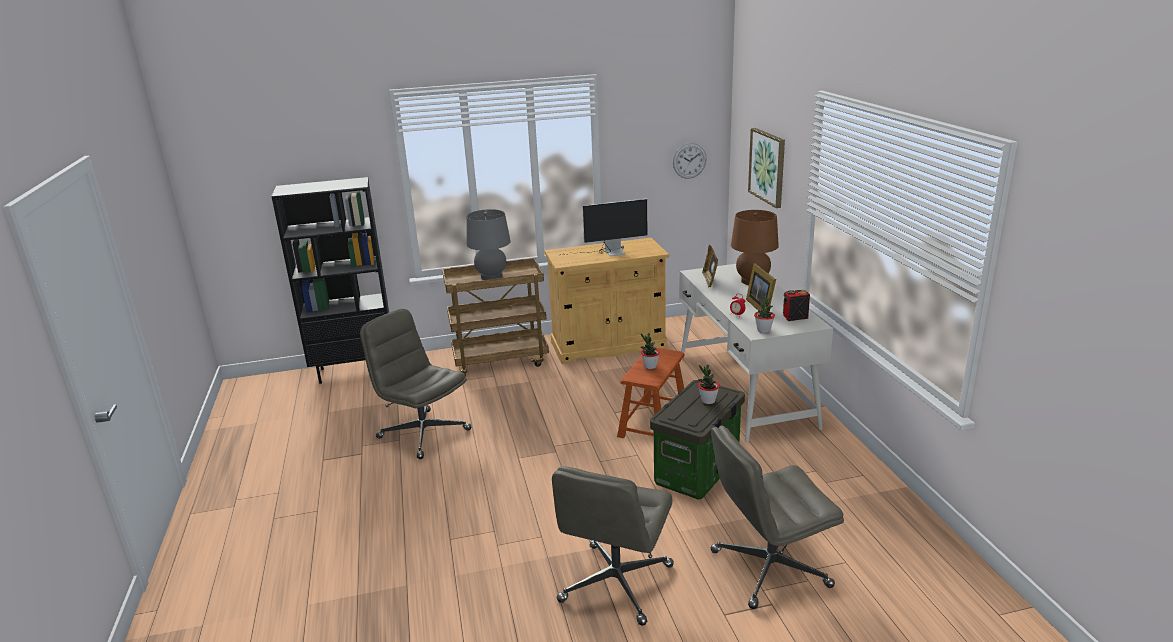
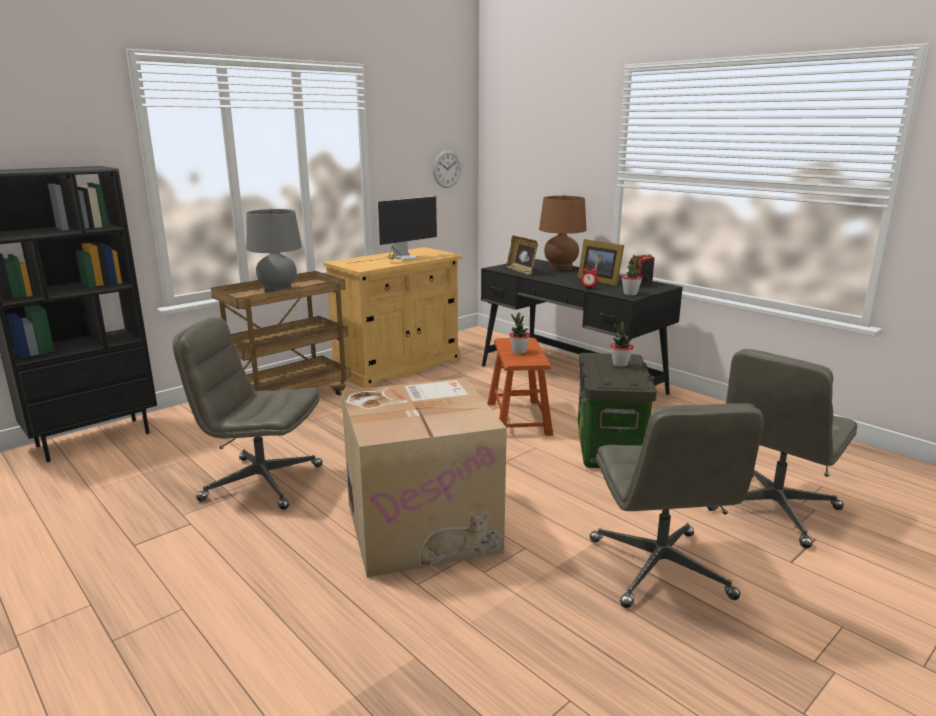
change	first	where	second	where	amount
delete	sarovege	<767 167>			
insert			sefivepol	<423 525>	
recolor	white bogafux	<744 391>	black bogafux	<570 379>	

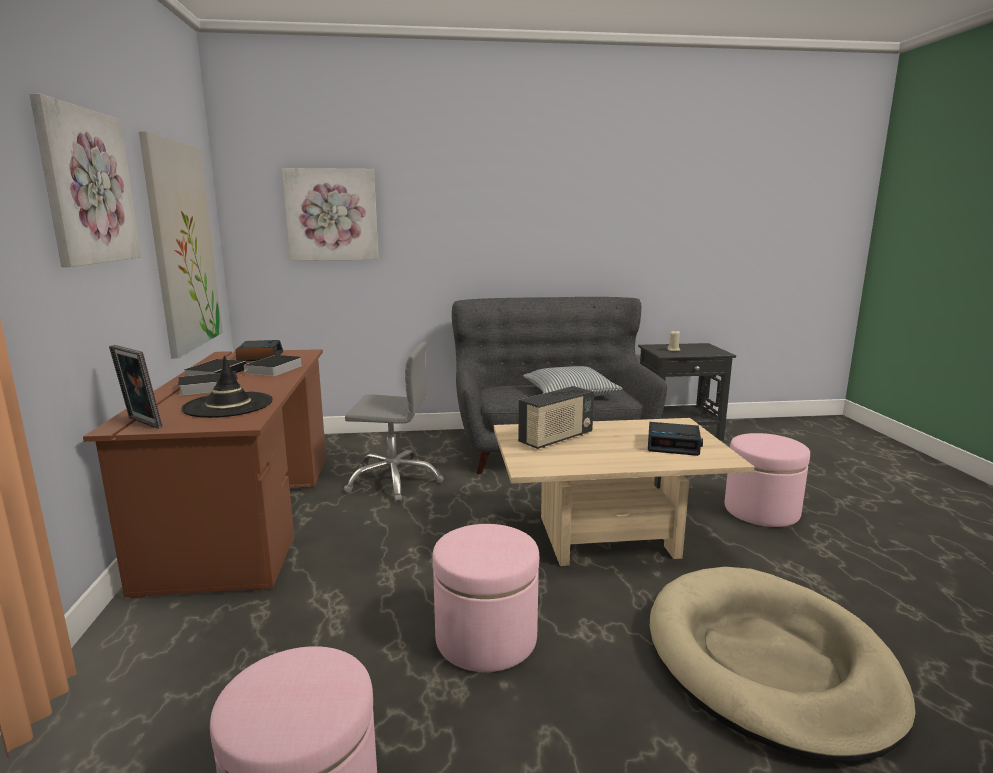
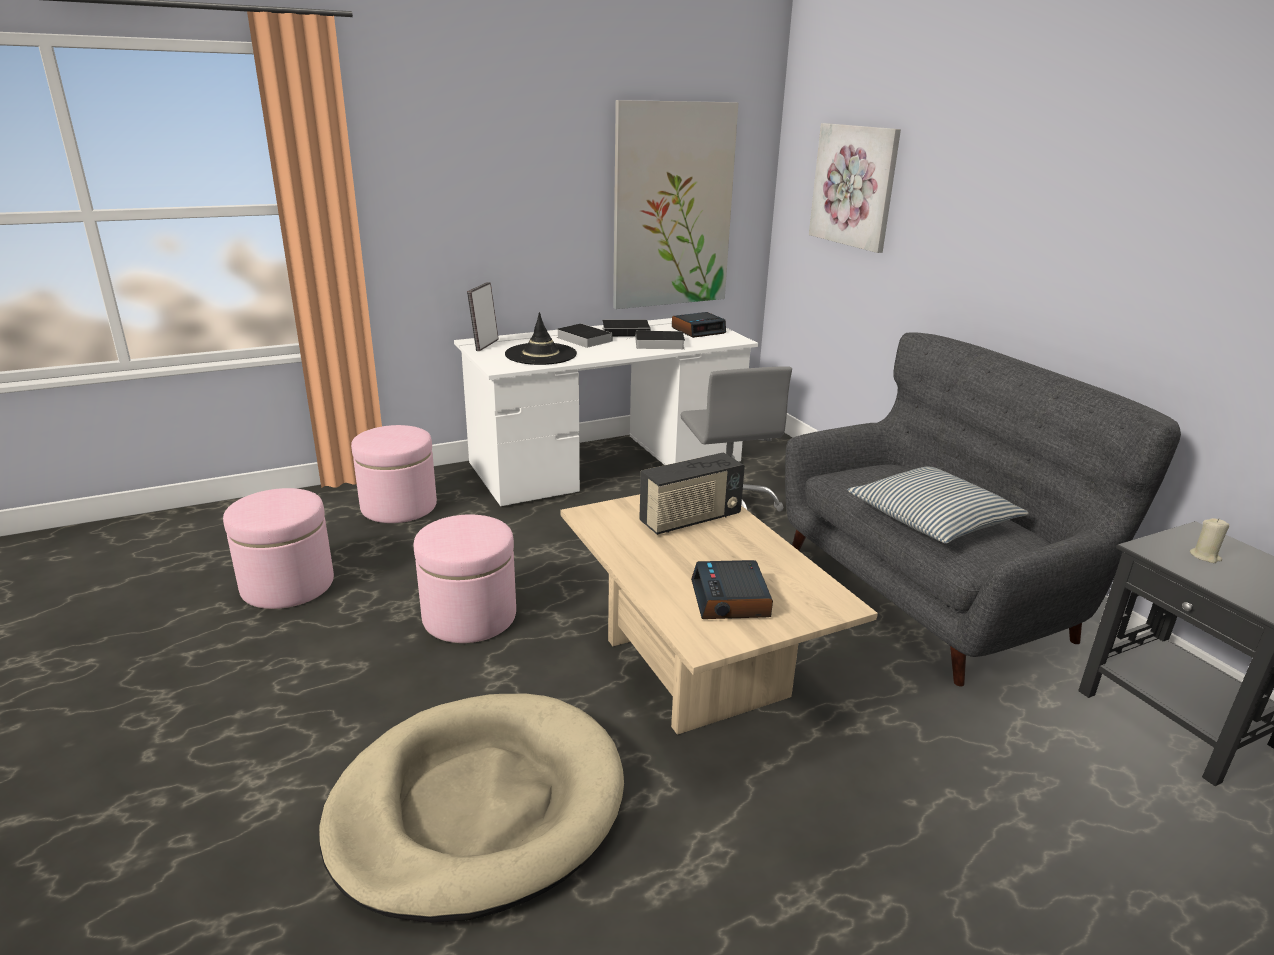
change	first	where	second	where	amount
delete	sarovege	<87 187>			
move	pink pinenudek	<761 511>		<399 506>	
recolor	brown bogafux	<247 514>	white bogafux	<606 463>	
rotate	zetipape	<556 439>		<690 520>	60 degrees counterclockwise

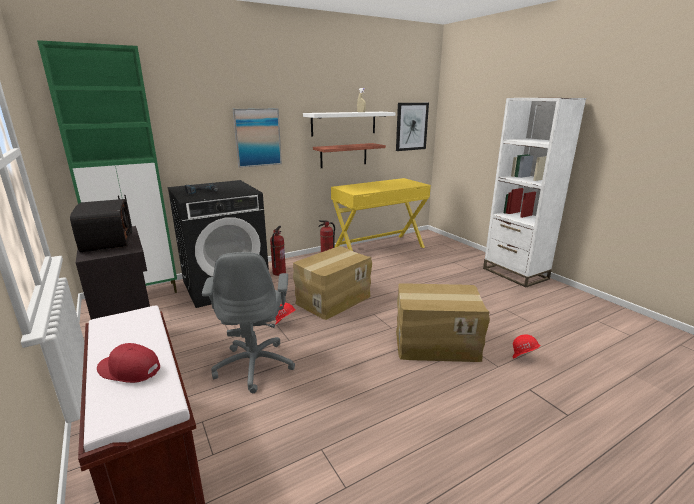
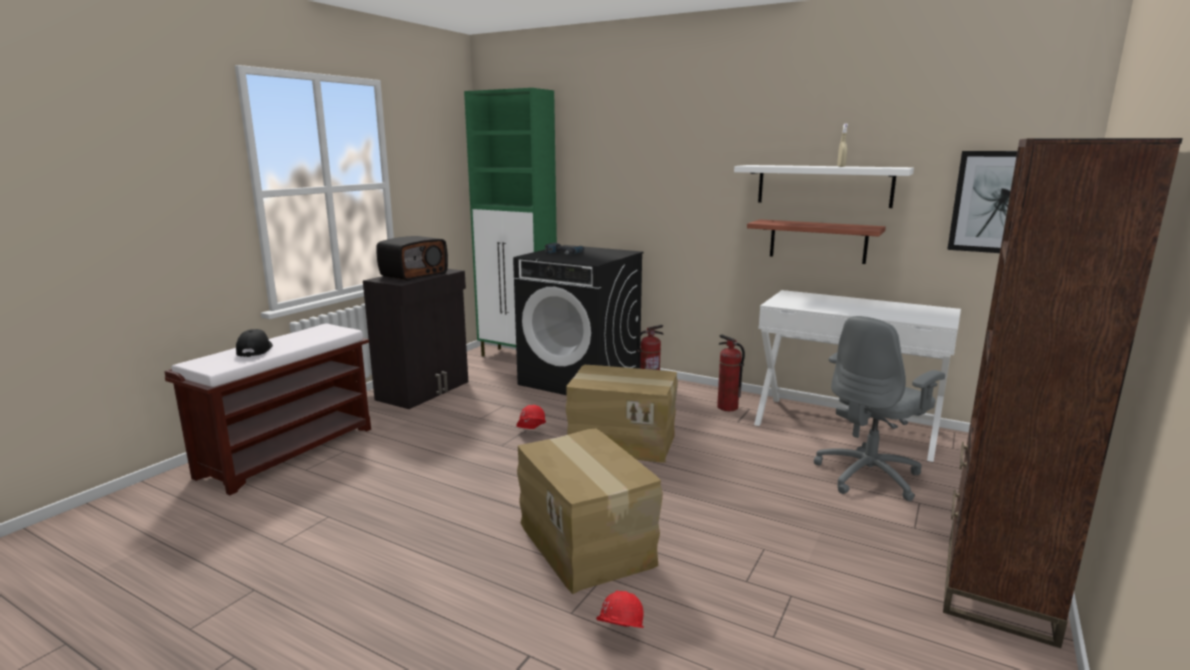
change	first	where	second	where	amount
delete	sarovege	<257 137>			
move	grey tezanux	<255 365>		<869 476>	
recolor	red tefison	<129 370>	black tefison	<255 350>	
recolor	yellow bogafux	<379 248>	white bogafux	<846 426>	
recolor	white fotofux	<515 274>	brown fotofux	<997 588>	

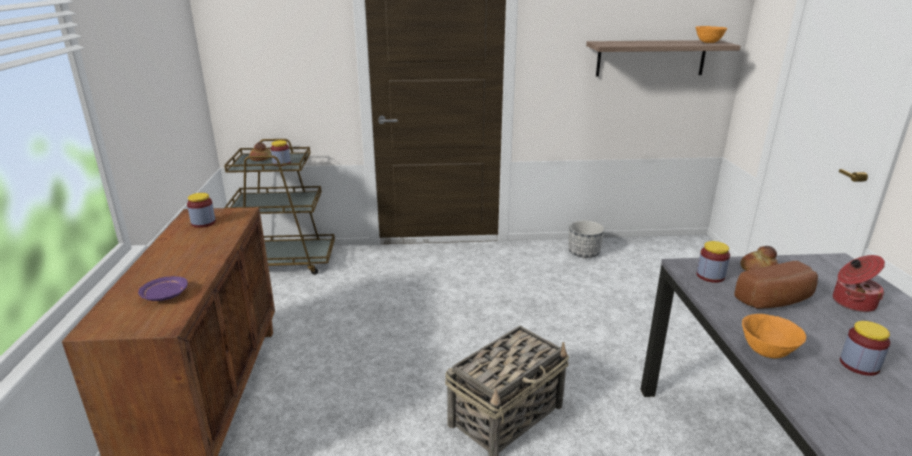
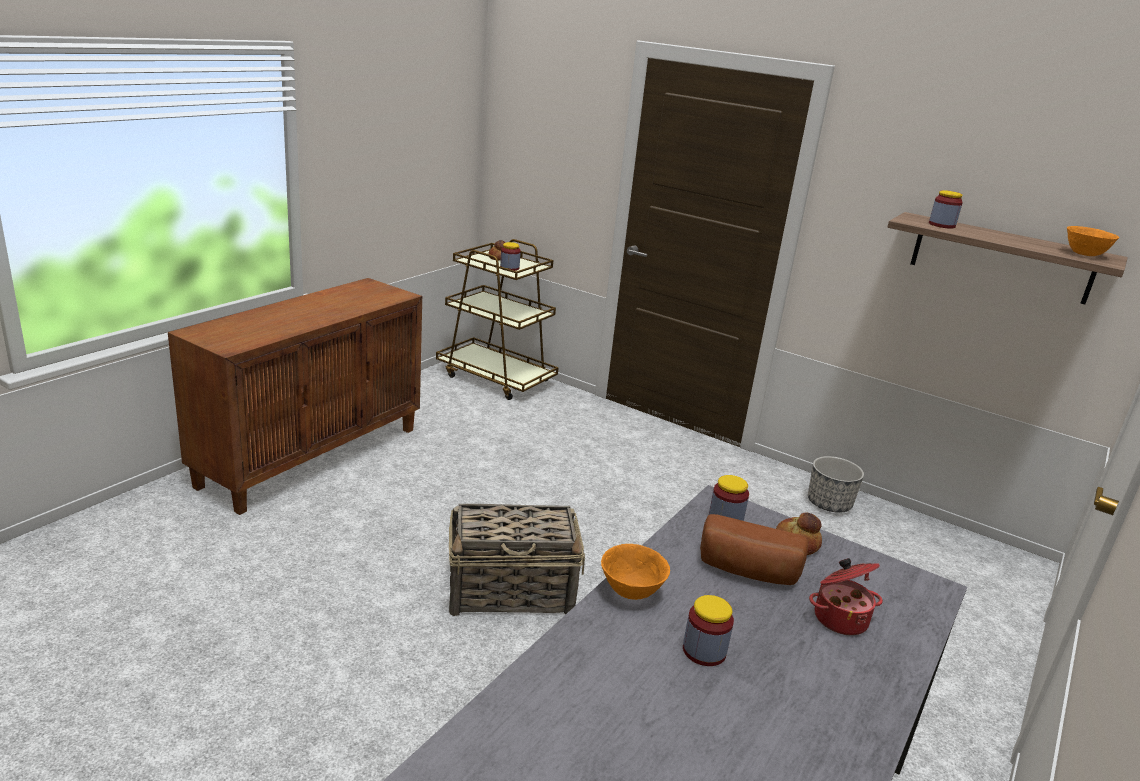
change	first	where	second	where	amount
delete	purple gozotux	<164 295>			
move	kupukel	<203 223>		<941 225>	

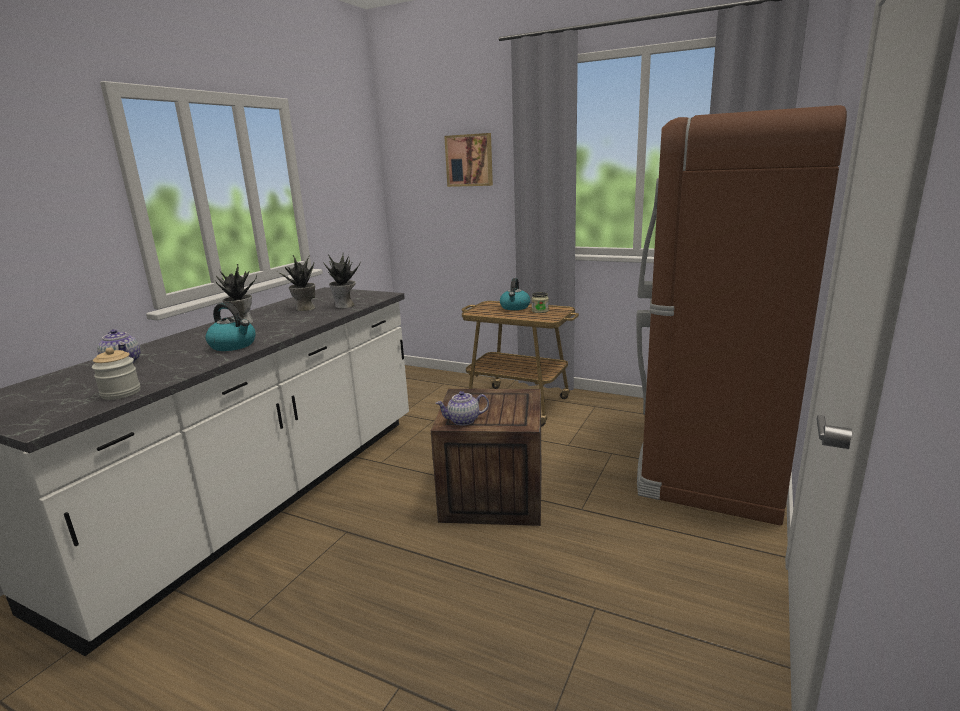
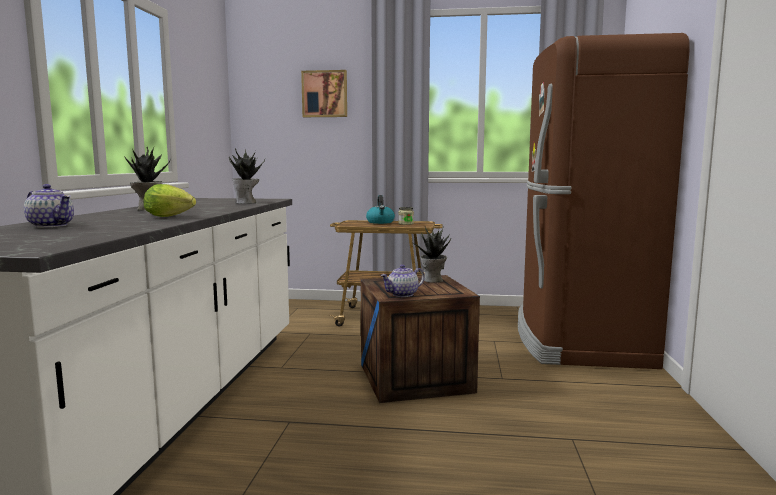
change	first	where	second	where	amount
delete	kupukel	<121 393>			
move	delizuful	<305 308>		<433 280>	
replace	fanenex	<234 345>	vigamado	<172 217>	

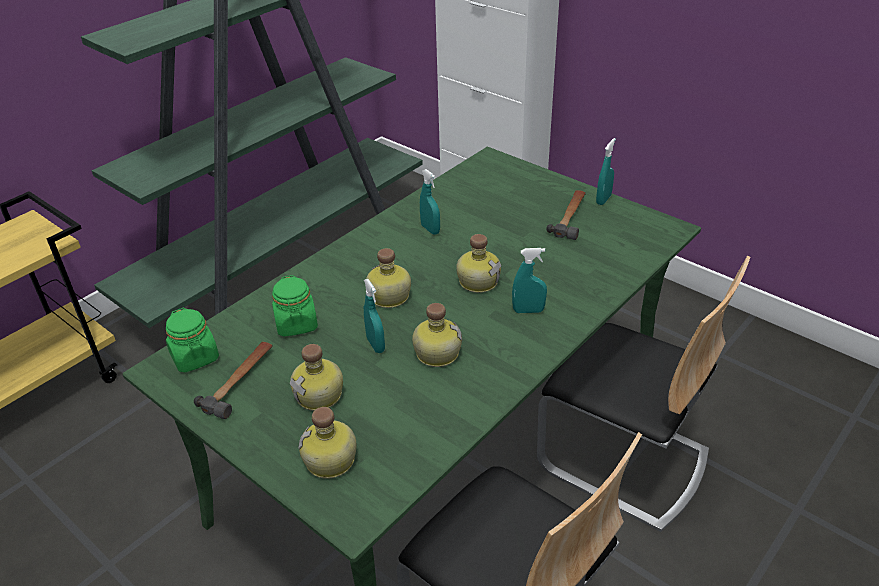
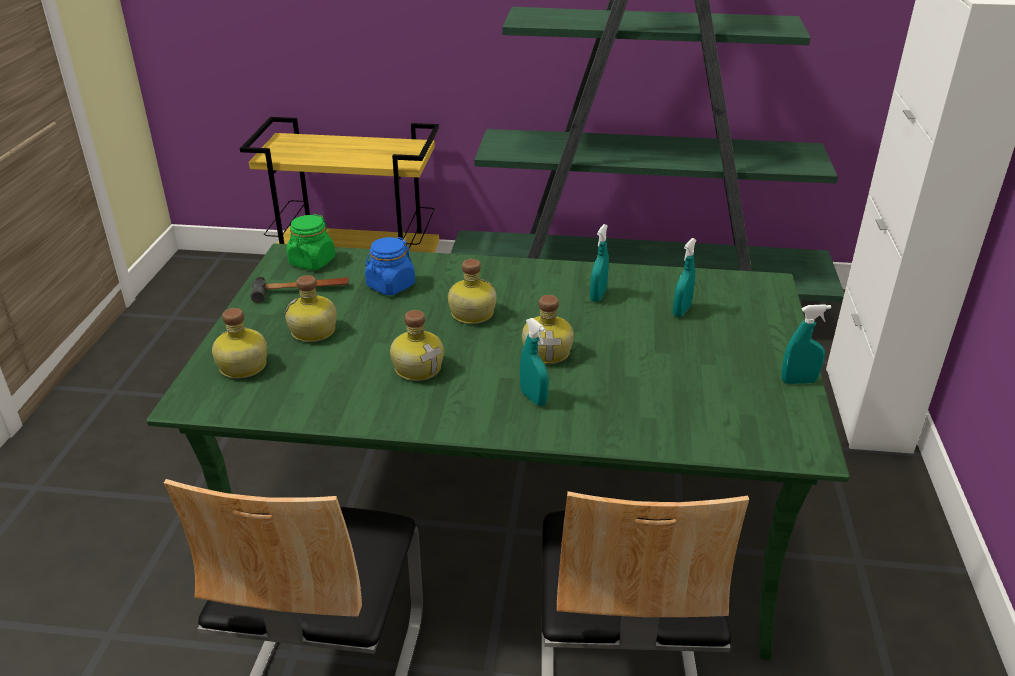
change	first	where	second	where	amount
delete	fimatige	<571 217>			
move	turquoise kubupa	<375 345>		<681 311>	
recolor	green kupukel	<296 324>	blue kupukel	<390 286>	

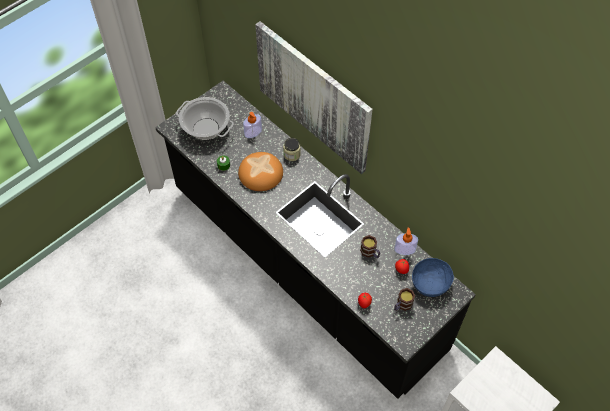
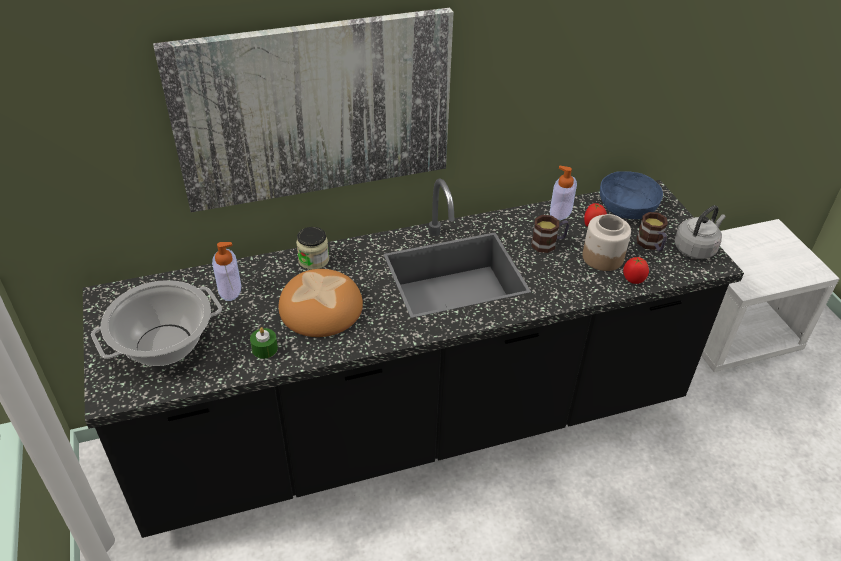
change	first	where	second	where	amount
insert			kupukel	<602 257>	
insert			grey fanenex	<696 248>	

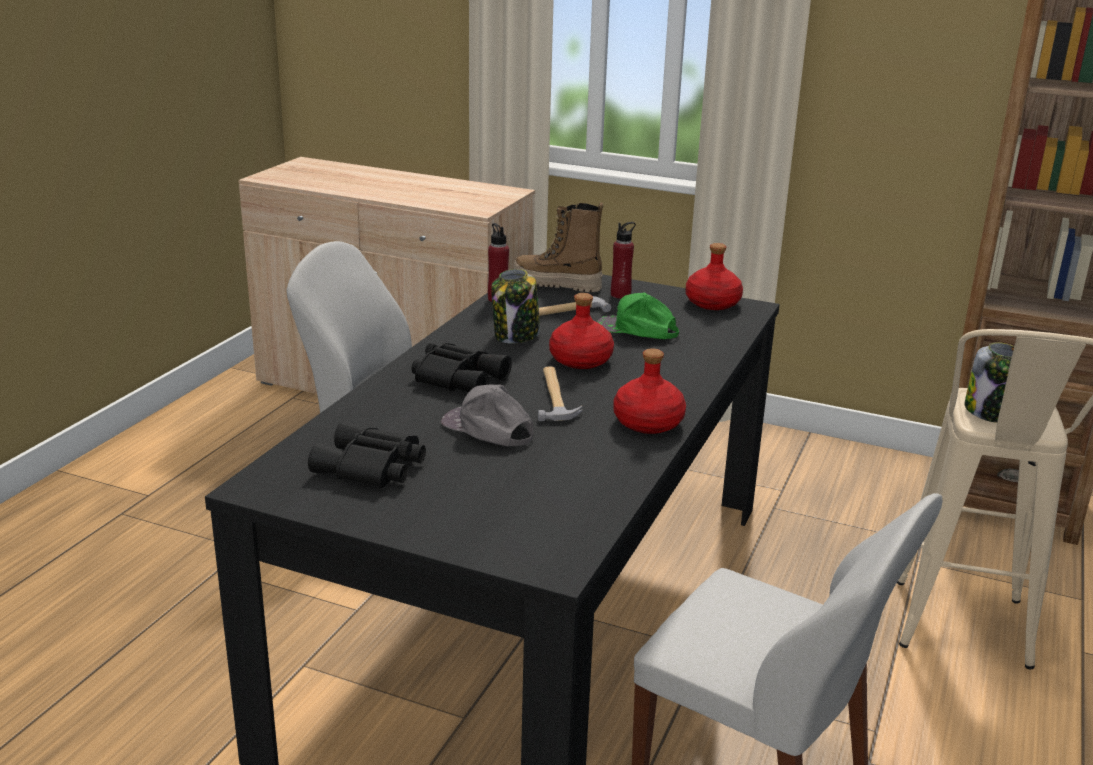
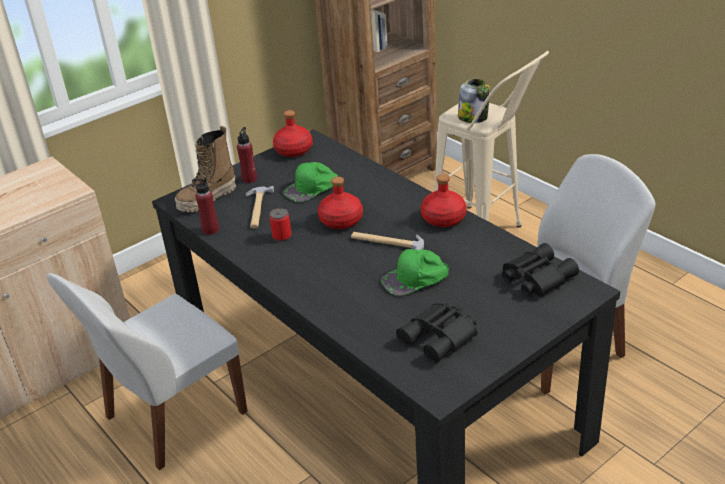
change	first	where	second	where	amount
move	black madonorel	<459 378>		<535 277>	
replace	kupukel	<516 335>	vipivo	<282 236>	
recolor	grey tefison	<488 429>	green tefison	<415 279>	

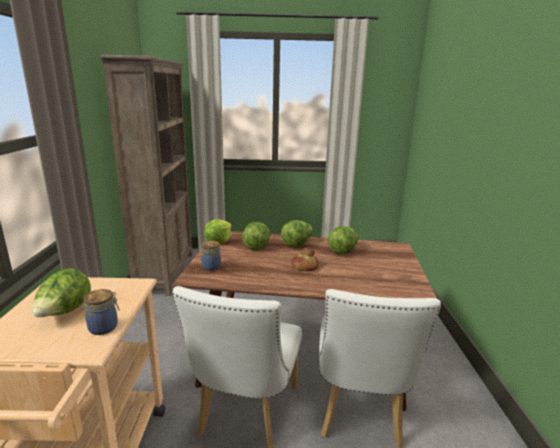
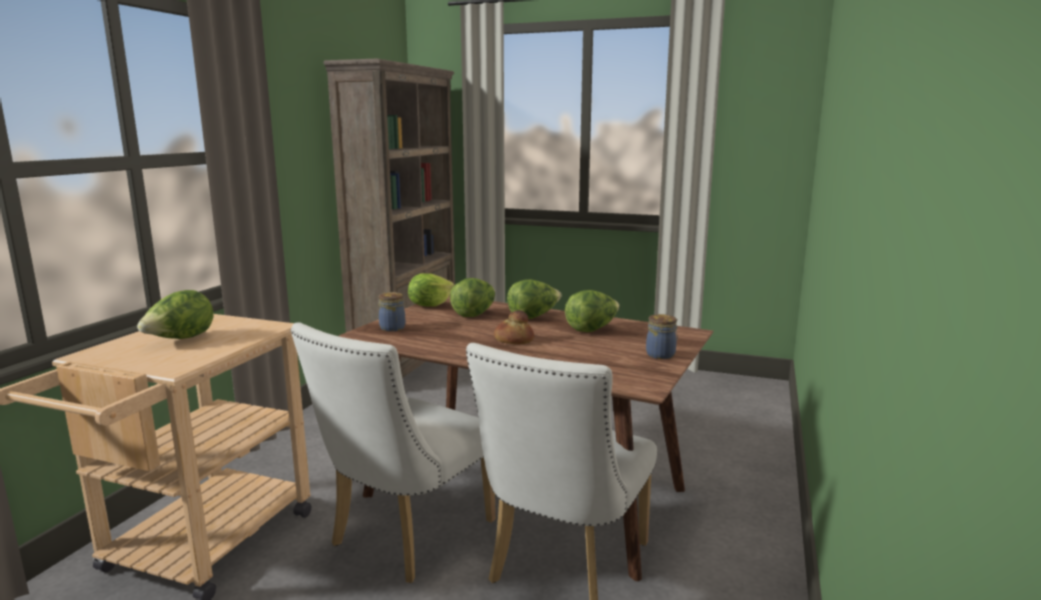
change	first	where	second	where	amount
move	kupukel	<105 327>		<661 355>	

